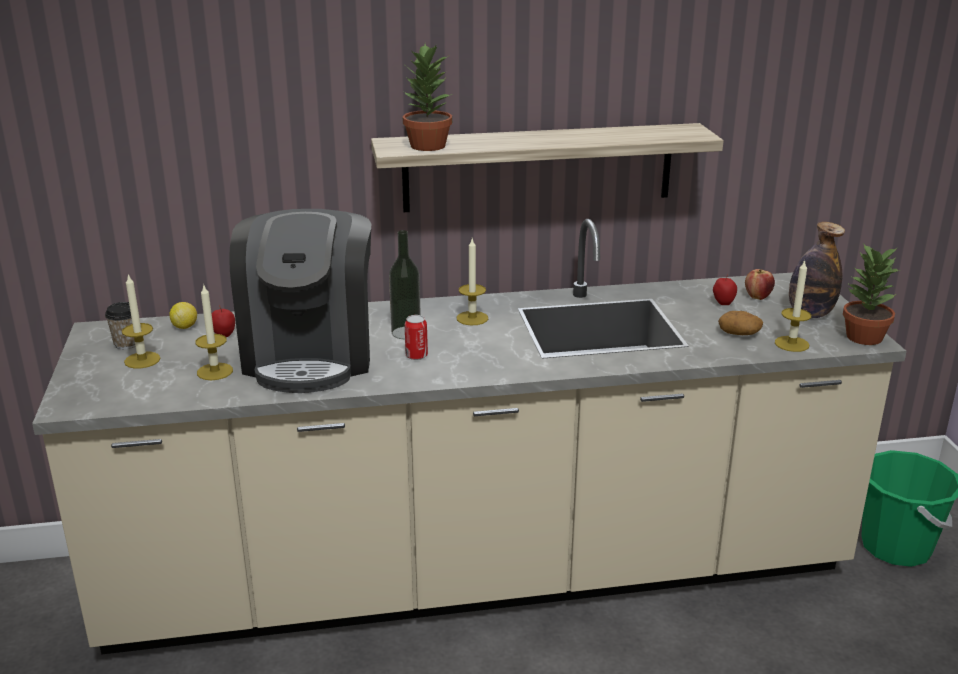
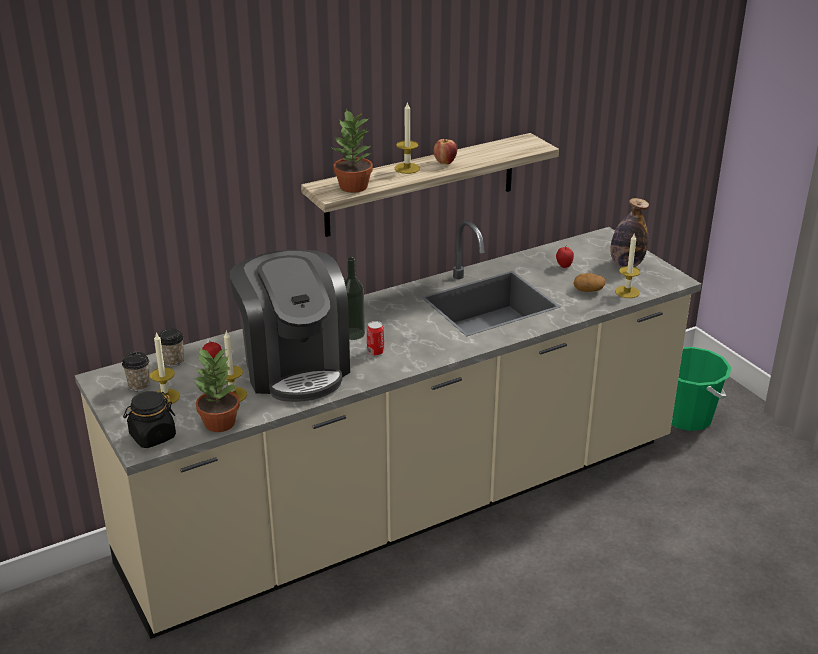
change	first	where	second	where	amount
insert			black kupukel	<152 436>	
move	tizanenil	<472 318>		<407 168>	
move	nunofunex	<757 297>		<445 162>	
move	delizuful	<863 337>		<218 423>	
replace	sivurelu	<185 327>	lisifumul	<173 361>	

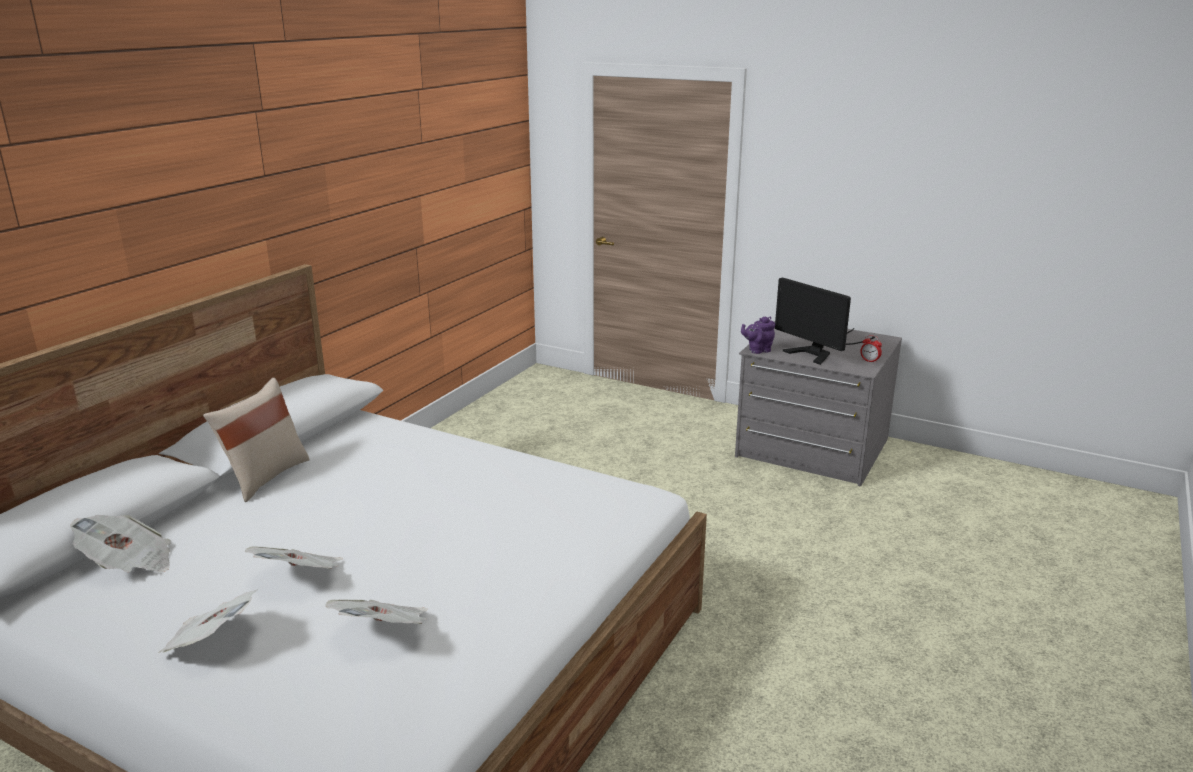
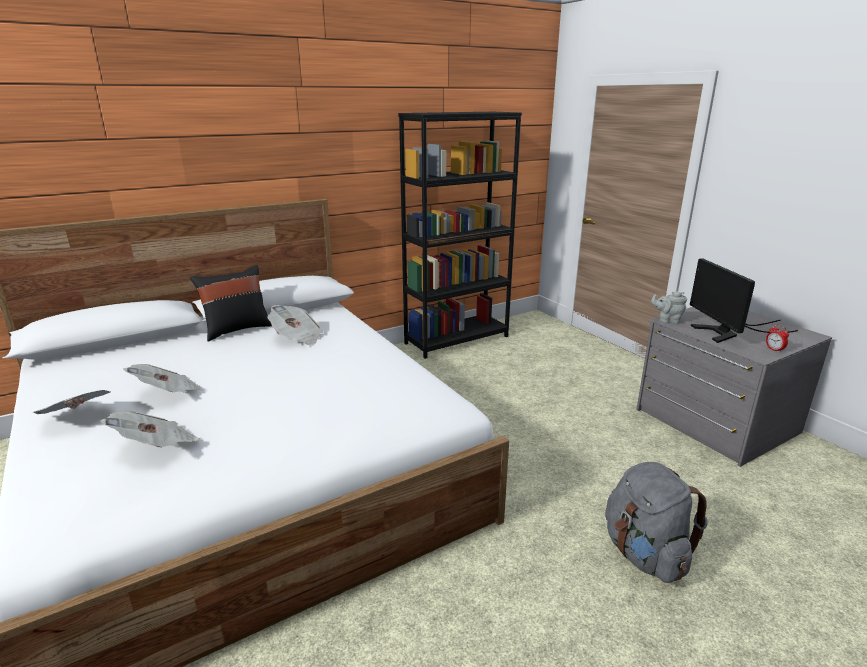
change	first	where	second	where	amount
insert			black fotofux	<457 339>	
insert			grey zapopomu	<644 554>	
move	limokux	<129 564>		<297 338>	
recolor	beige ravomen	<265 477>	black ravomen	<236 330>	
recolor	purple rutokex	<757 350>	grey rutokex	<667 320>	

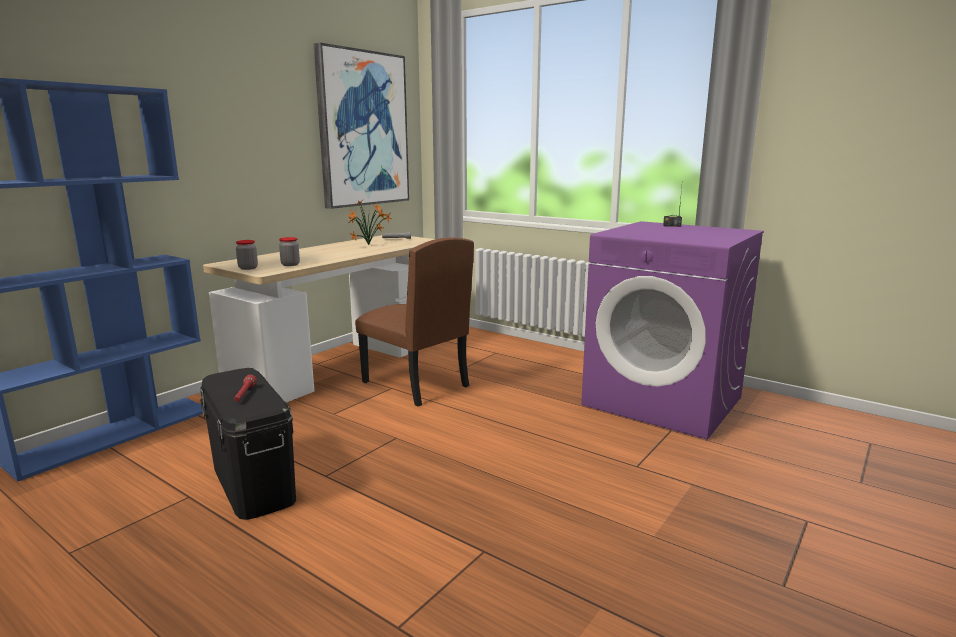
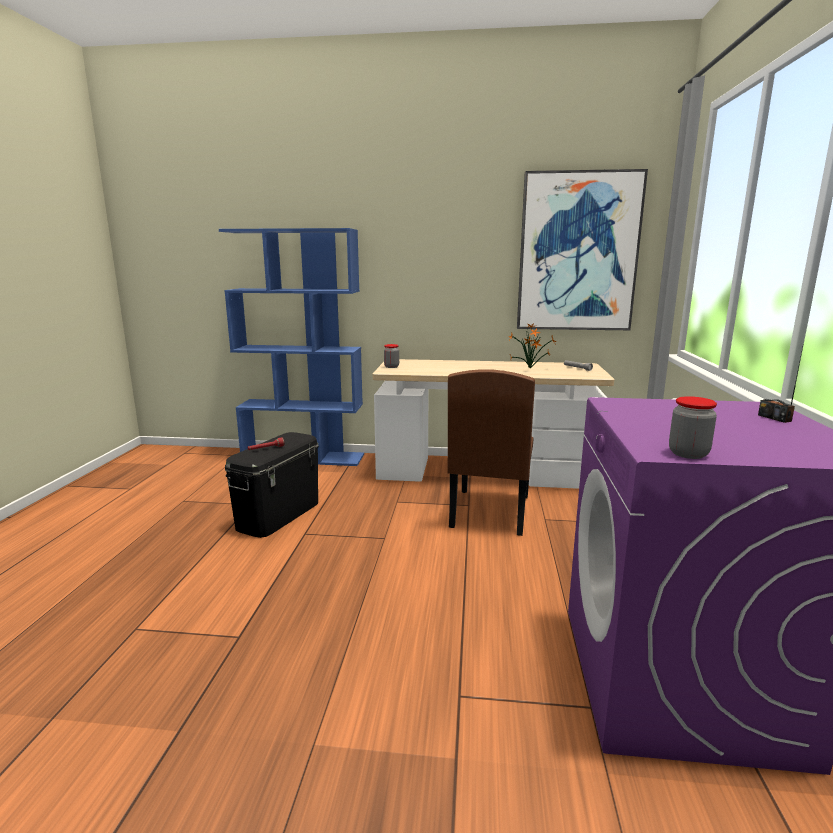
change	first	where	second	where	amount
move	kupukel	<290 265>		<688 454>	

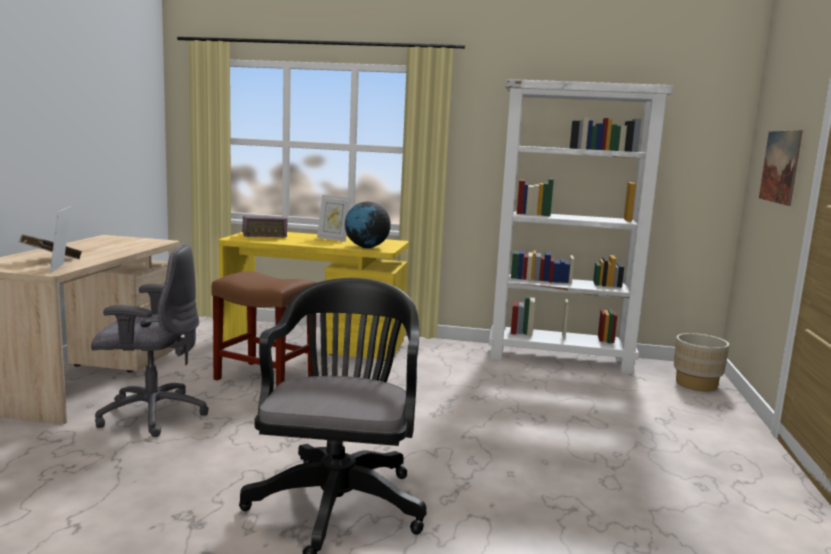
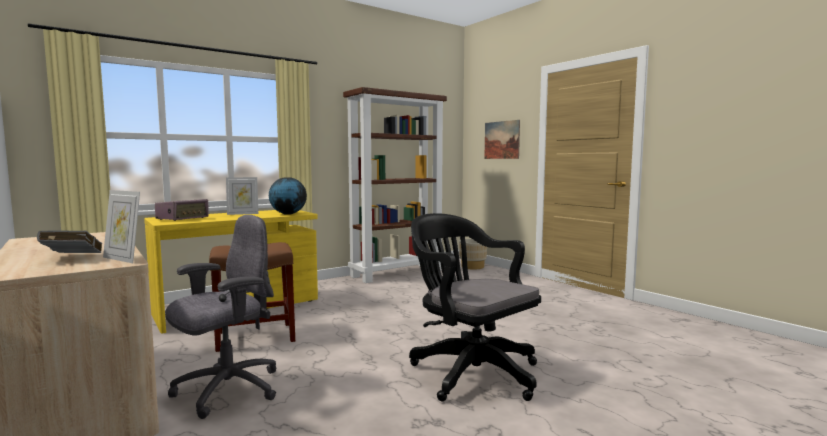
change	first	where	second	where	amount
recolor	white fotofux	<560 359>	brown fotofux	<397 273>	

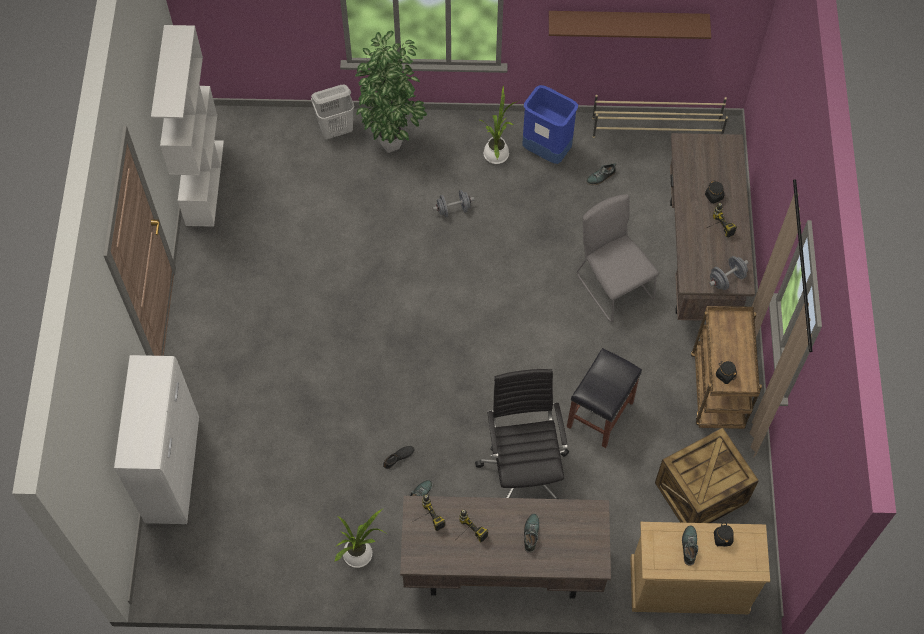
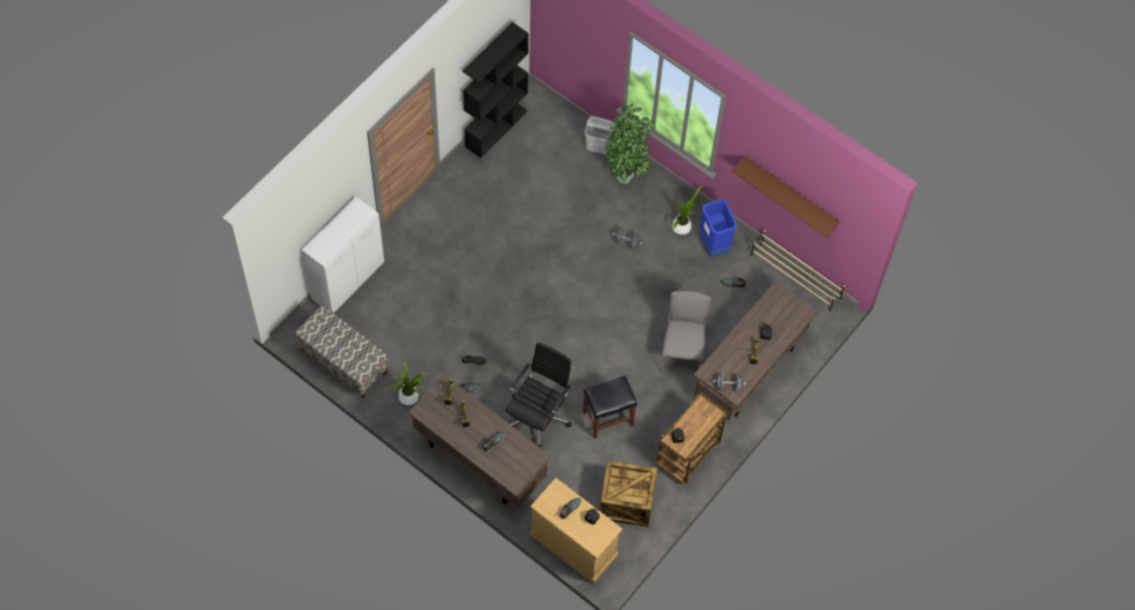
change	first	where	second	where	amount
insert			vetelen	<343 361>	
recolor	white fotofux	<204 182>	black fotofux	<496 128>	

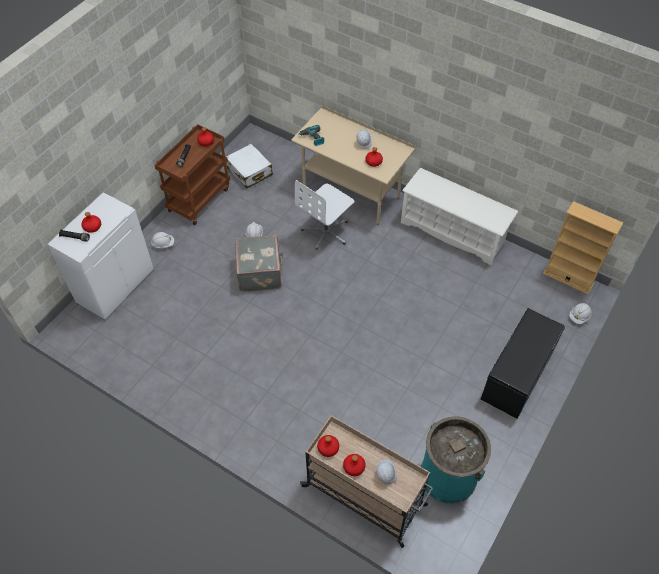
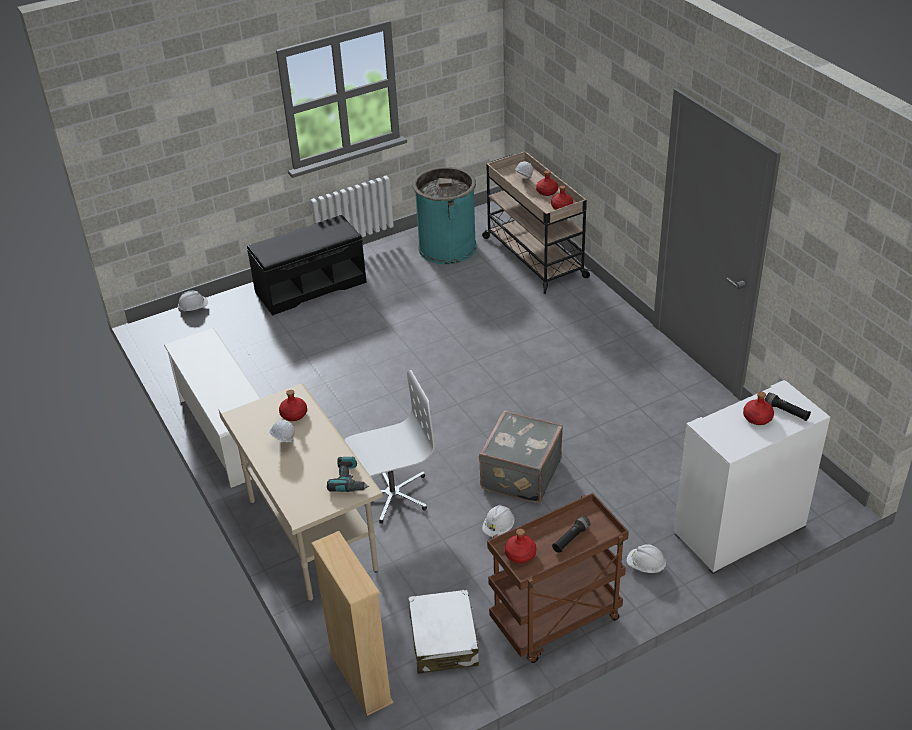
change	first	where	second	where	amount
move	beige fotofux	<568 278>		<360 678>	

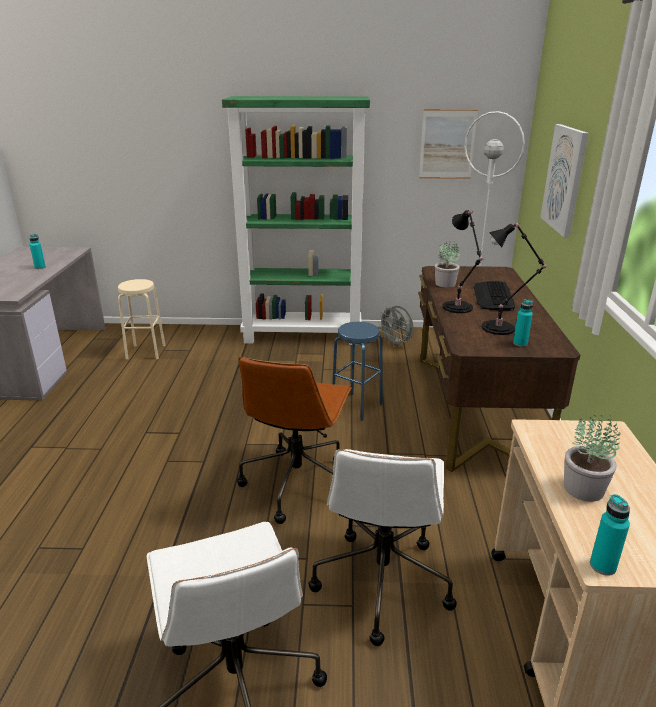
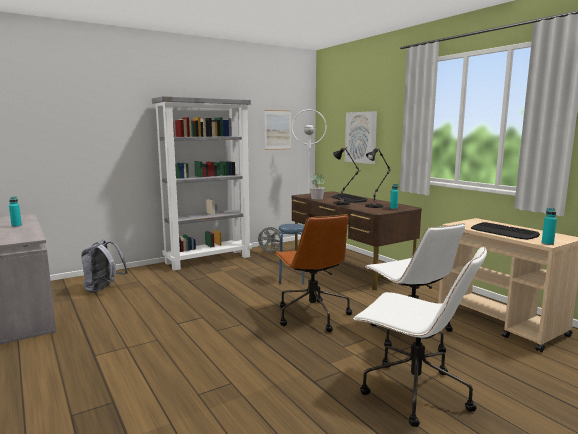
change	first	where	second	where	amount
replace	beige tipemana	<146 352>	grey zapopomu	<104 289>	
replace	delizuful	<584 489>	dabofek	<504 232>	
recolor	green fotofux	<303 335>	grey fotofux	<209 259>	

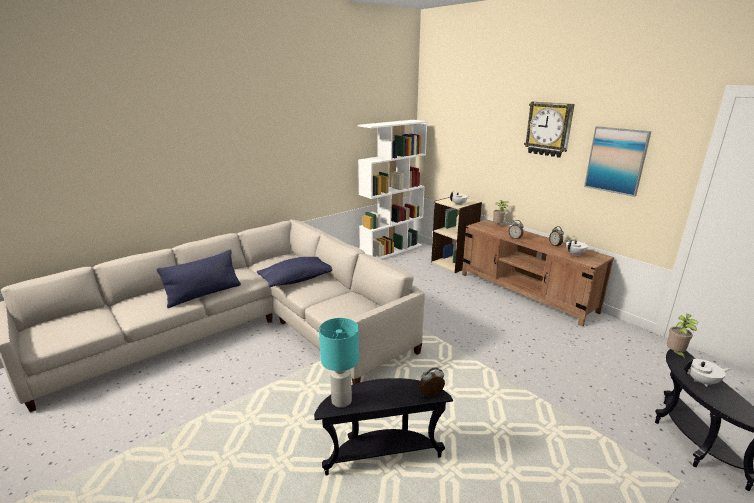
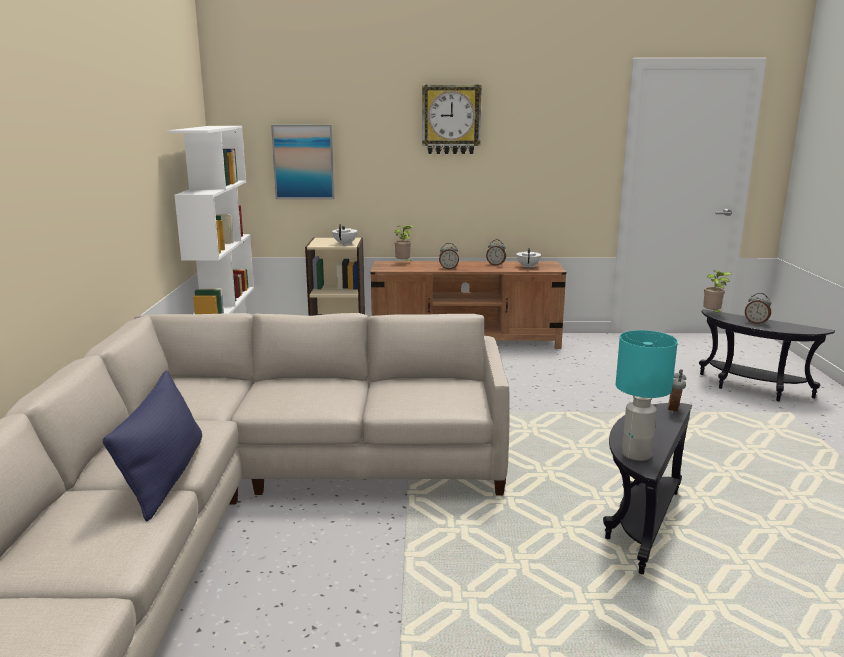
change	first	where	second	where	amount
delete	blue ravomen	<296 280>			
move	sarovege	<616 160>		<303 162>	
replace	white rutokex	<702 381>	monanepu	<756 323>	

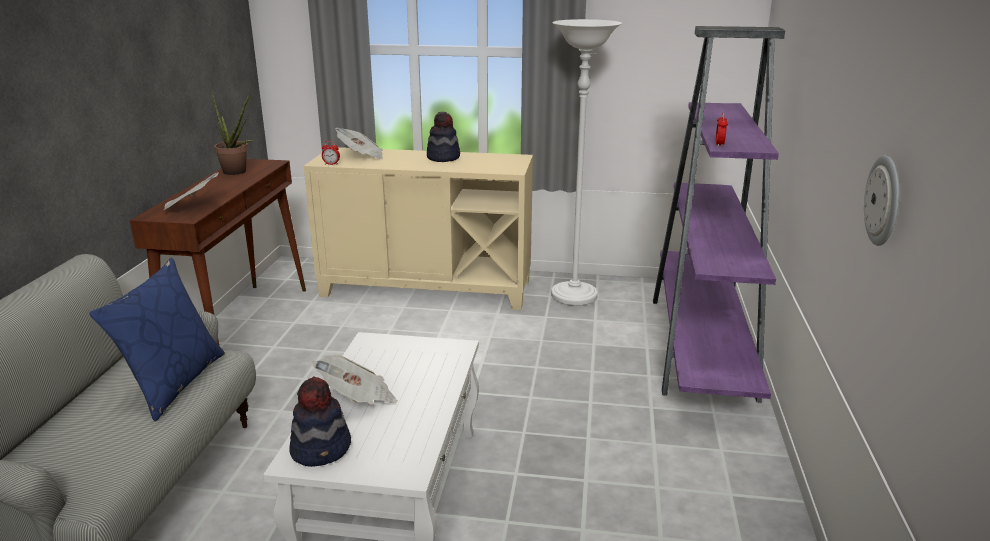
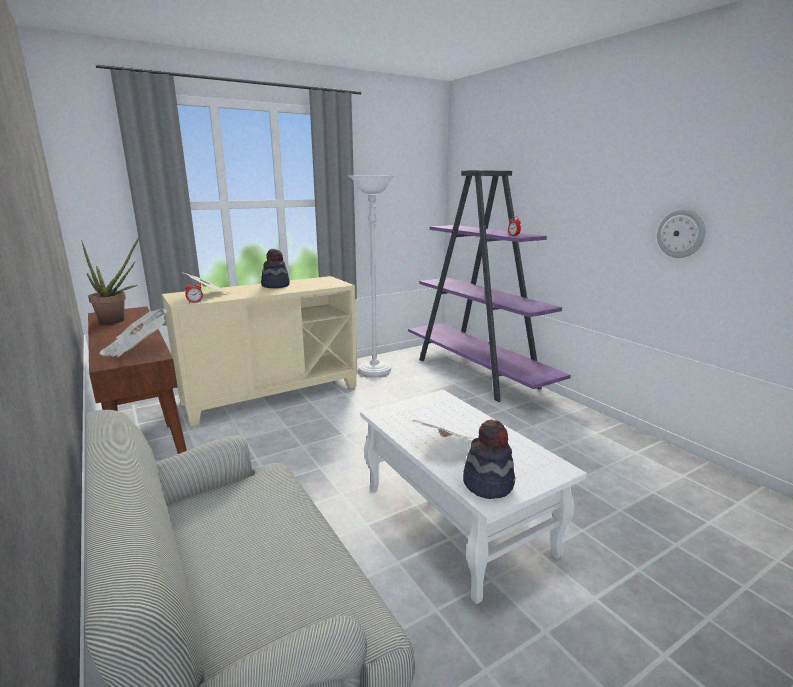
change	first	where	second	where	amount
delete	blue ravomen	<173 383>			

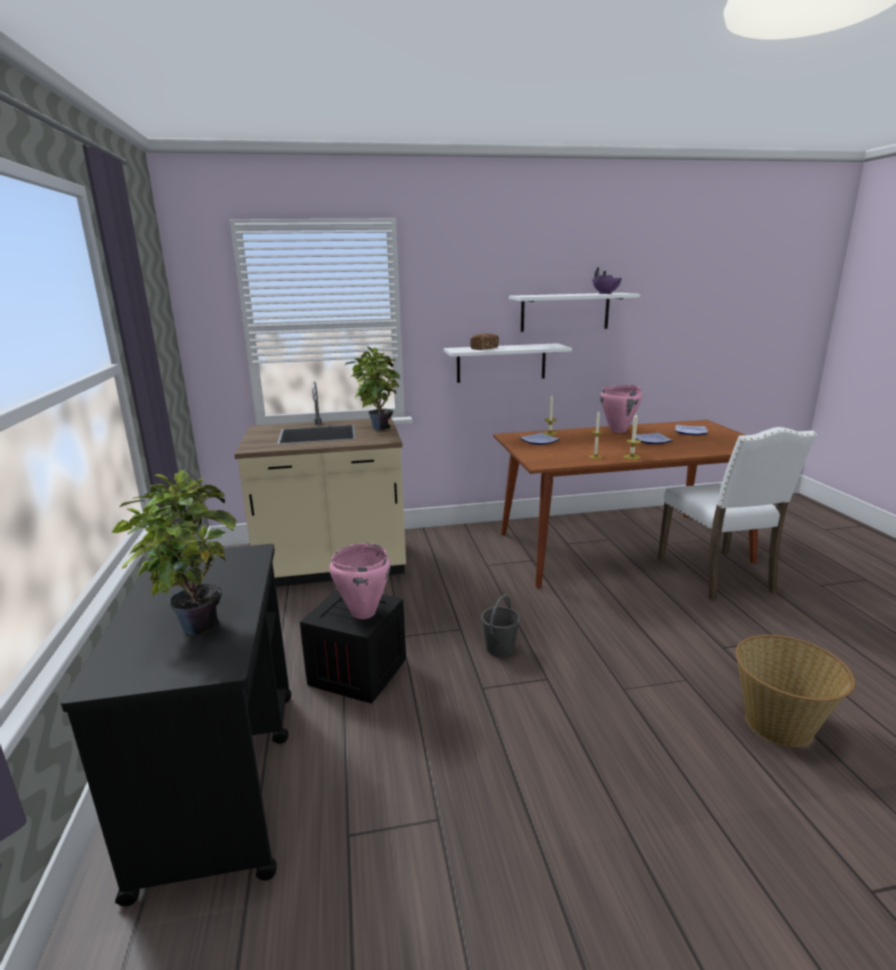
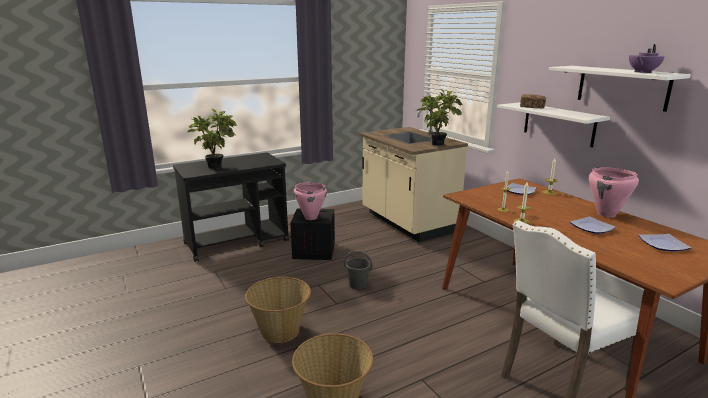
change	first	where	second	where	amount
insert			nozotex	<280 331>	

